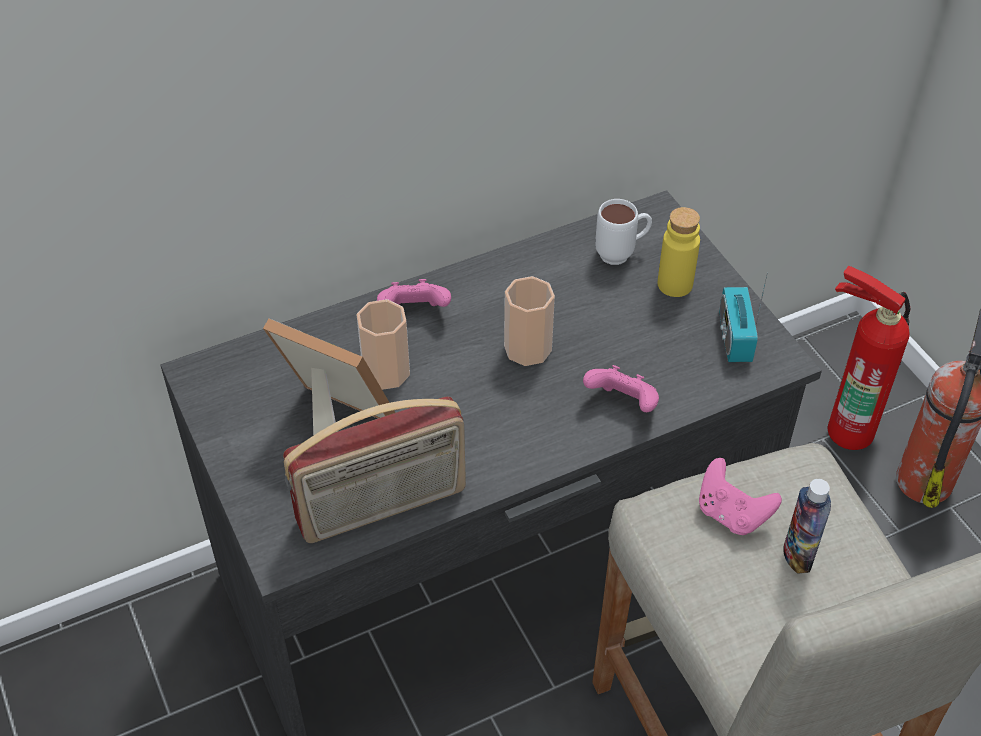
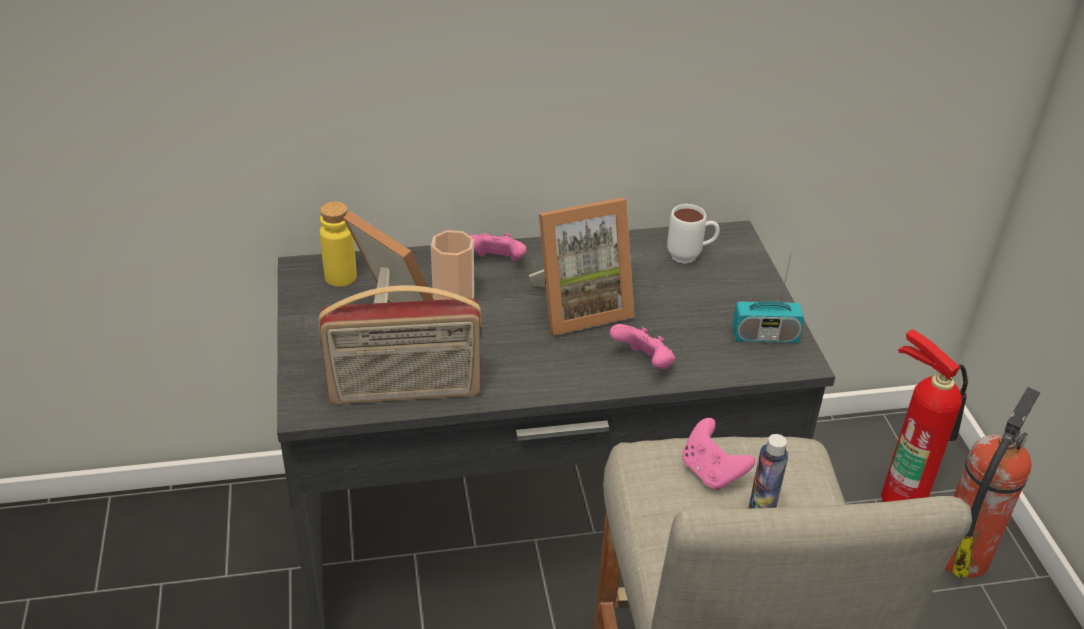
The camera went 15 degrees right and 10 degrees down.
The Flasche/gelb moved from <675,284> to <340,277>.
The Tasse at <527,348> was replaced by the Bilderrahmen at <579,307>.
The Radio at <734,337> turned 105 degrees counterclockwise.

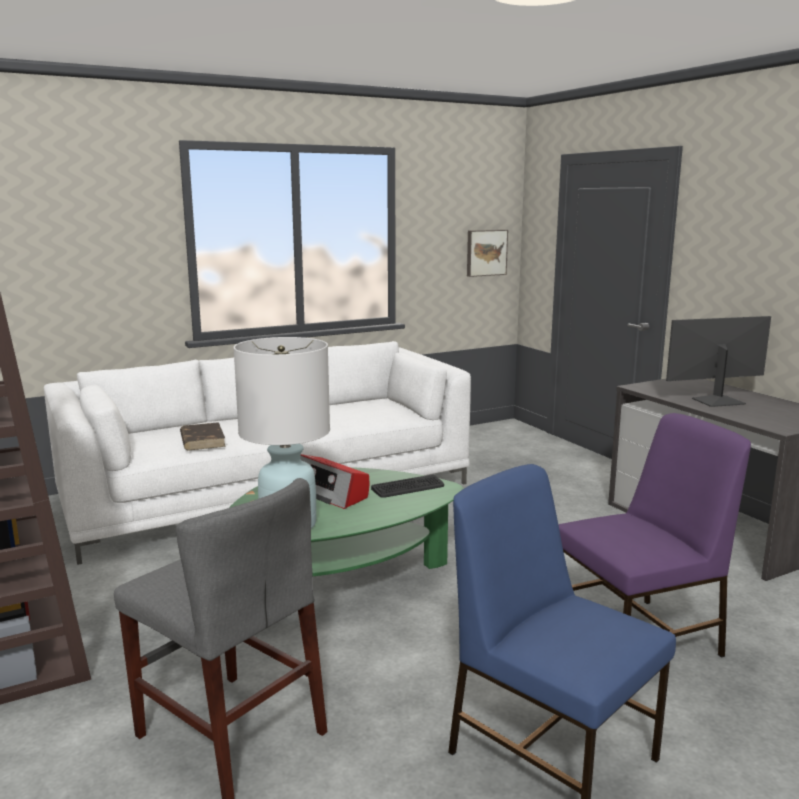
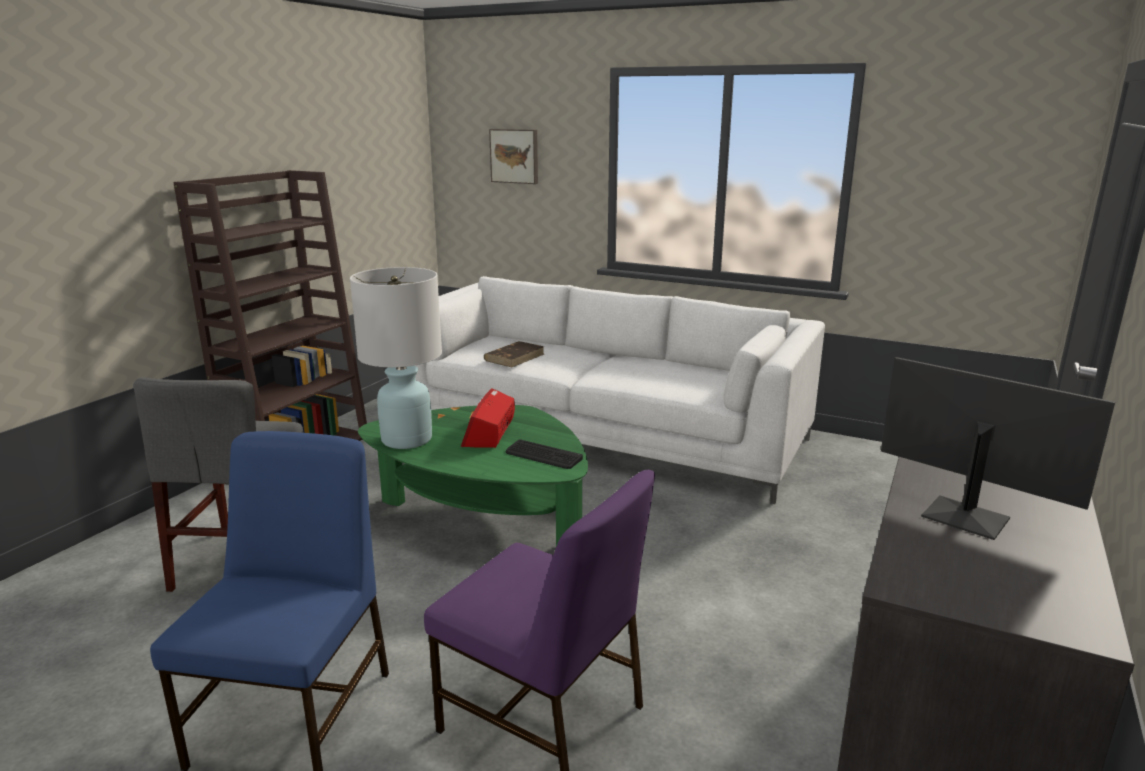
The camera went 55 degrees right and 5 degrees up.
The Bild moved from <486,252> to <515,156>.

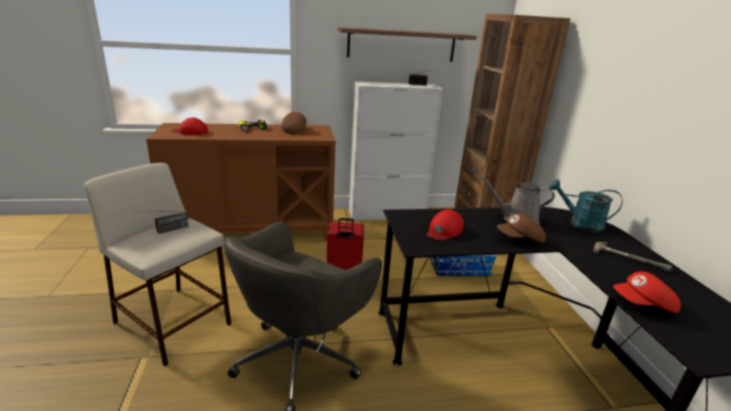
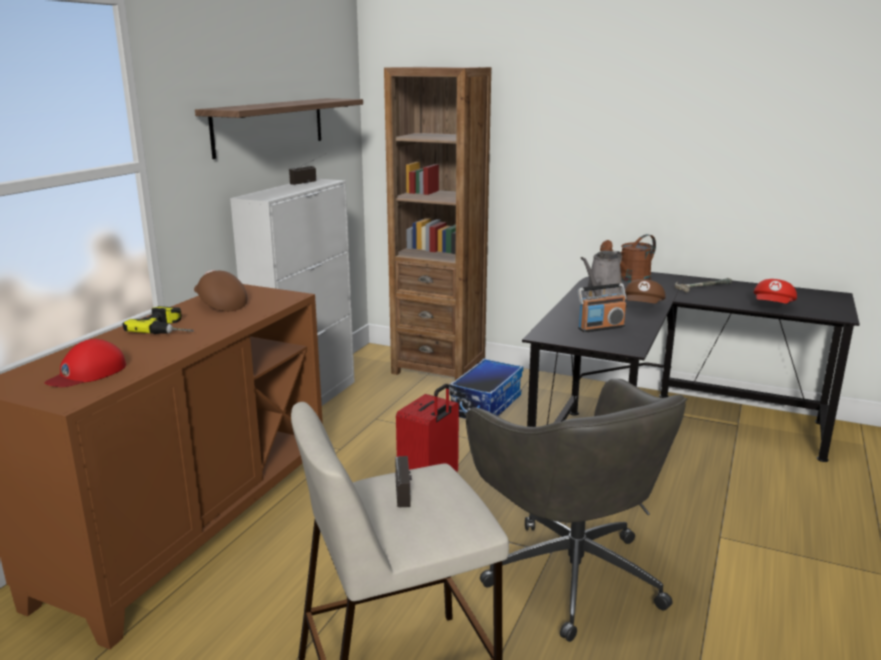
The camera went 55 degrees left and 5 degrees down.
The Kappe/rot at <444,230> was replaced by the Radio at <601,327>.
The Gießkanne/türkis at <579,224> became the Gießkanne/braun at <629,279>.

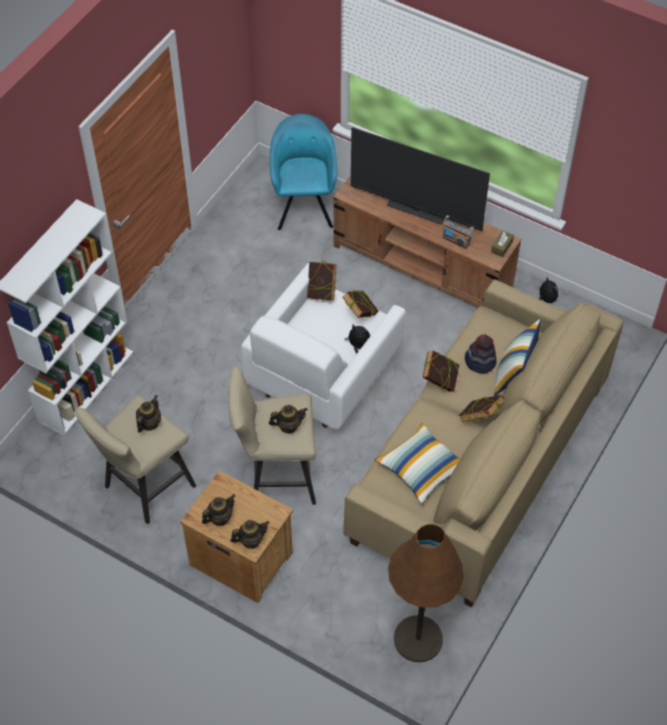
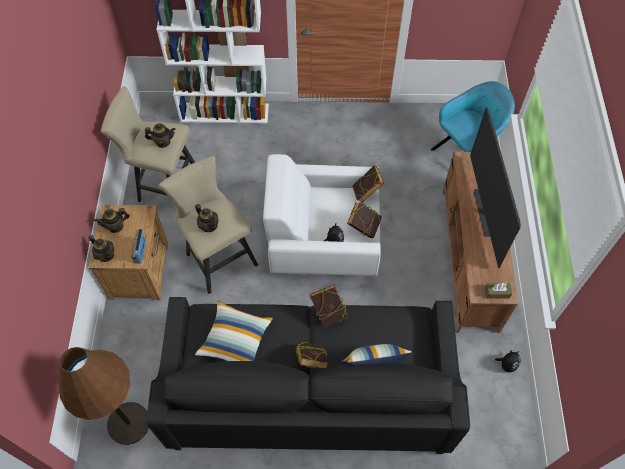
The camera went 60 degrees right and 5 degrees up.
The Hut at <480,361> disappeared.
The Radio moved from <456,240> to <140,251>.
The Sofa/beige at <478,465> became the Sofa/schwarz at <309,391>.
The Teekanne at <219,518> turned 135 degrees clockwise.

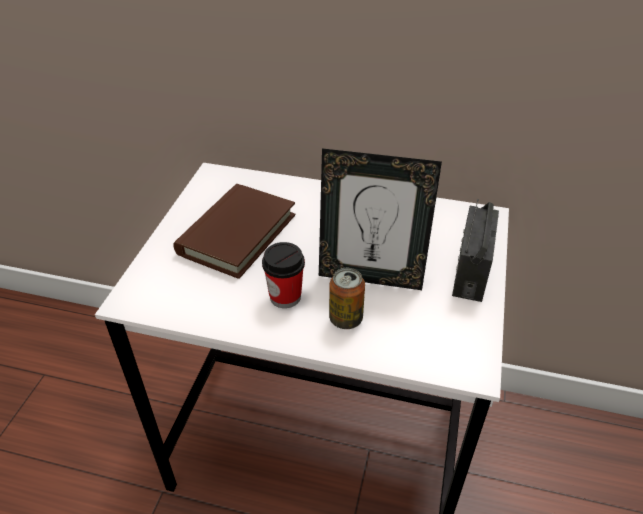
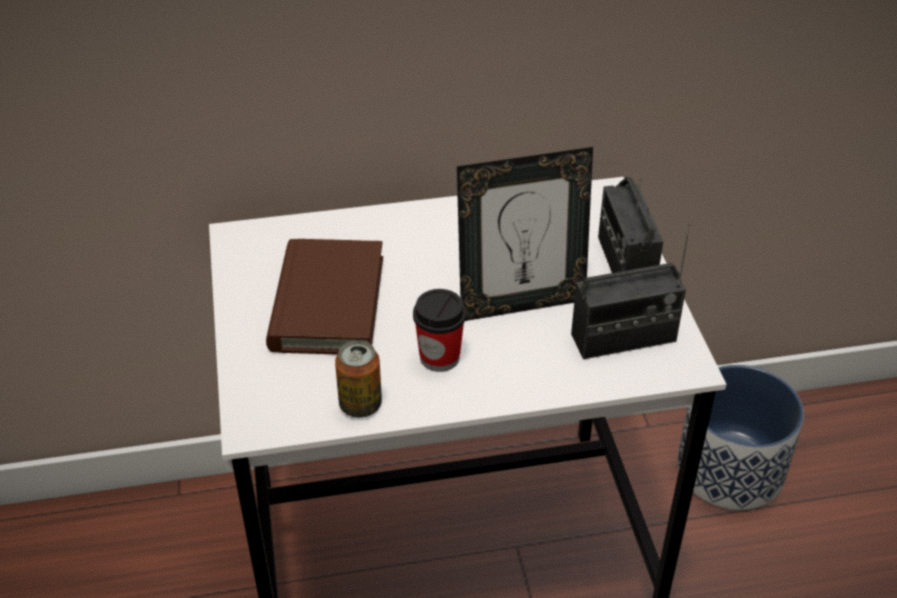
The camera went 25 degrees left and 0 degrees up.
The Radio at <623,338> appeared.
The Pflanzkübel at <731,469> appeared.
The Dose moved from <345,319> to <360,405>.

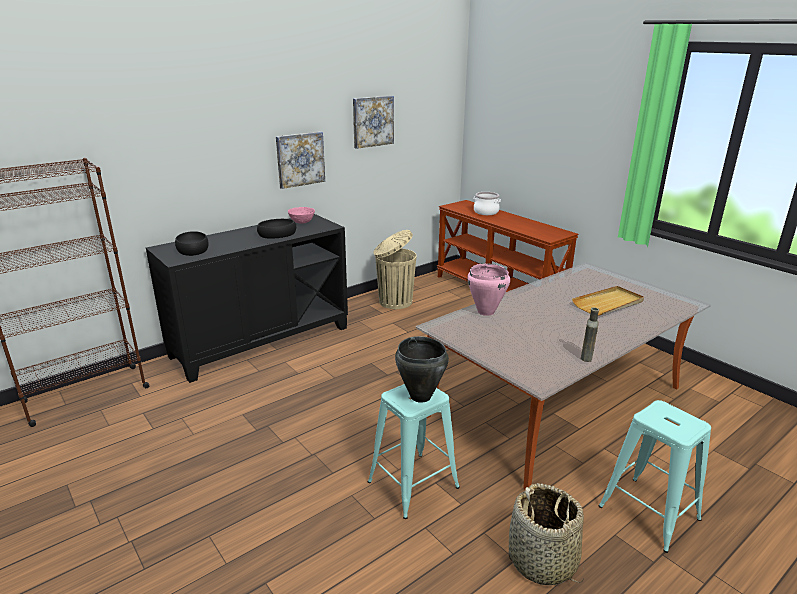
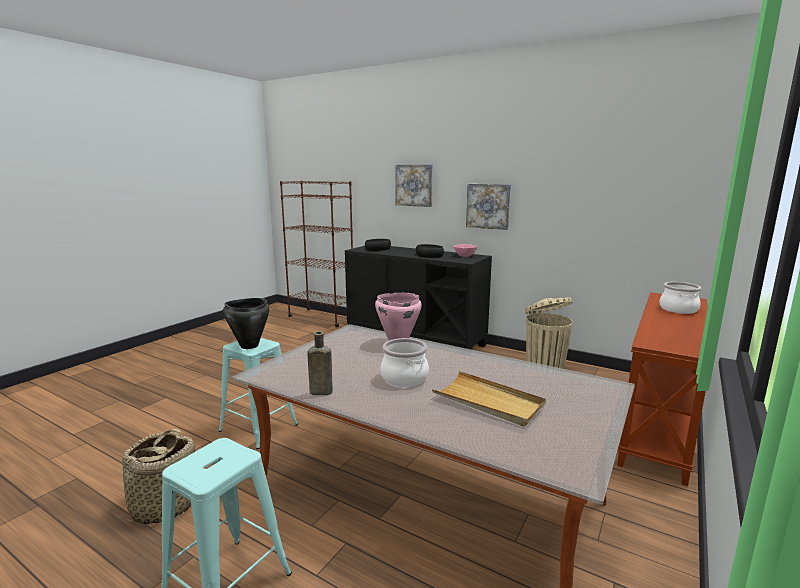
The camera went 70 degrees right and 10 degrees down.
The Kochtopf at <405,378> appeared.
The Bild moved from <372,121> to <414,185>.

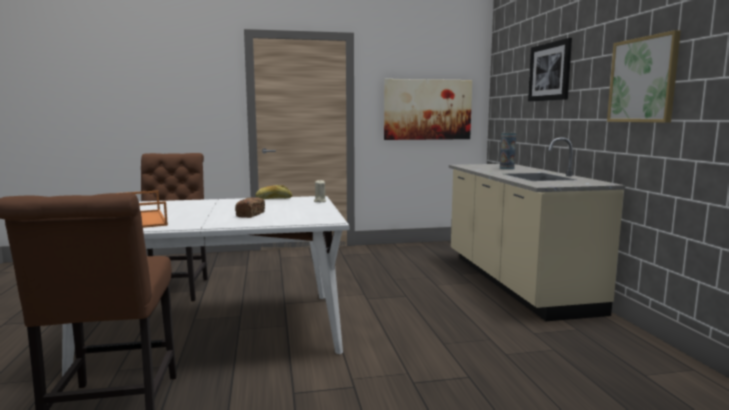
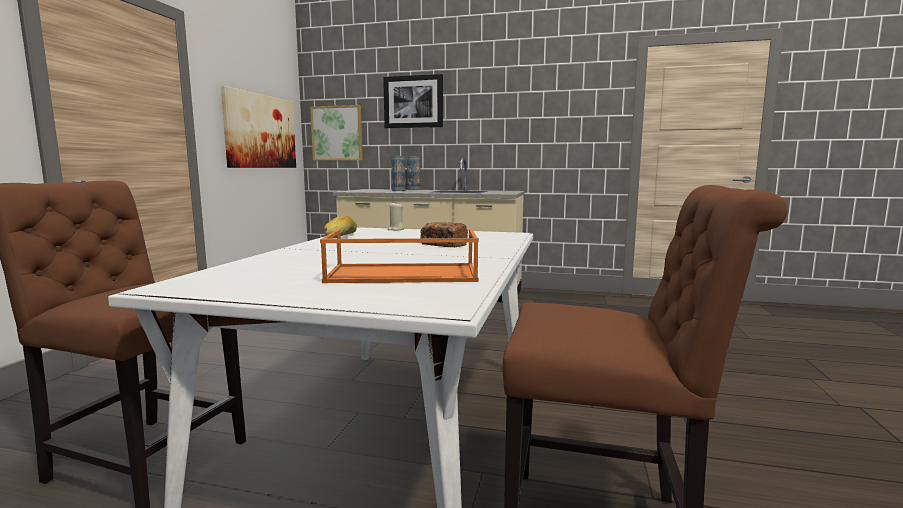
The camera went 65 degrees left and 0 degrees up.
The Vase at <413,189> appeared.
The Bild moved from <643,80> to <337,133>.

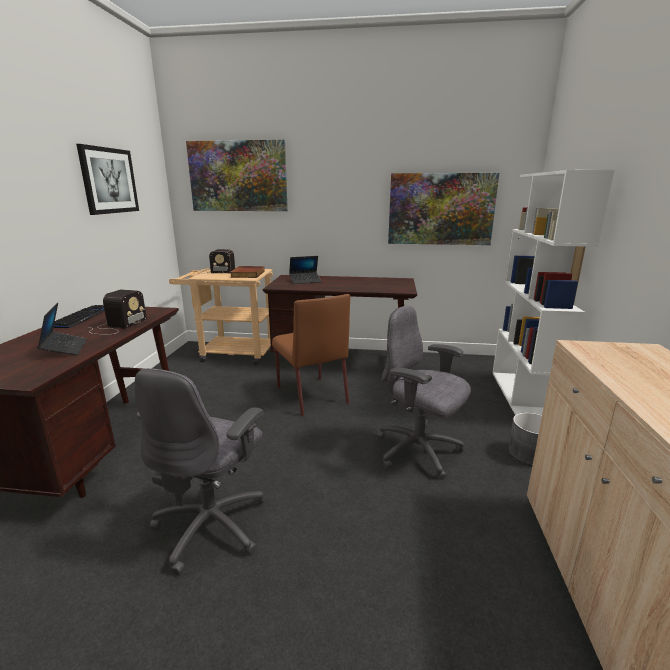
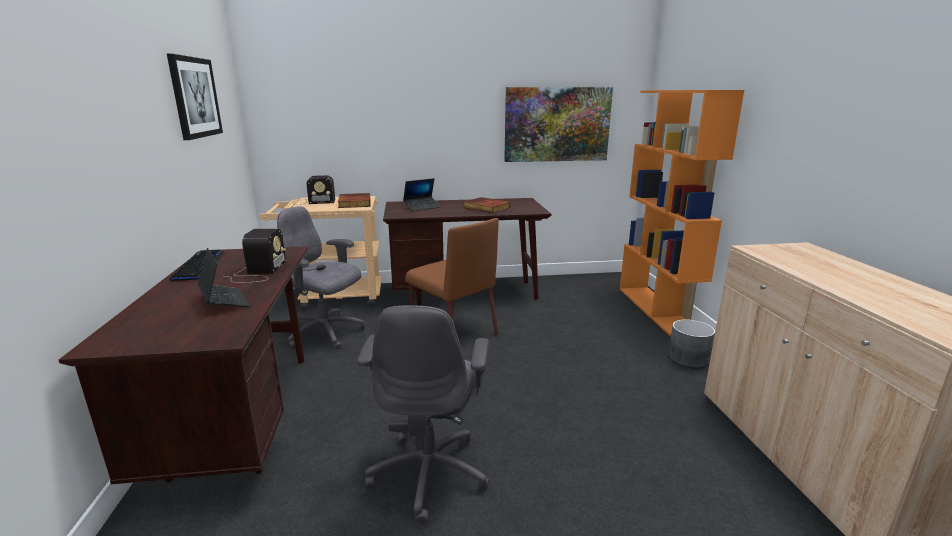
The camera went 15 degrees left and 0 degrees up.
The Bild at <238,176> disappeared.
The Buch at <485,207> appeared.
The Bürostuhl/grau moved from <418,452> to <326,334>.
The Bücherregal/weiß at <522,398> became the Bücherregal/orange at <657,309>.

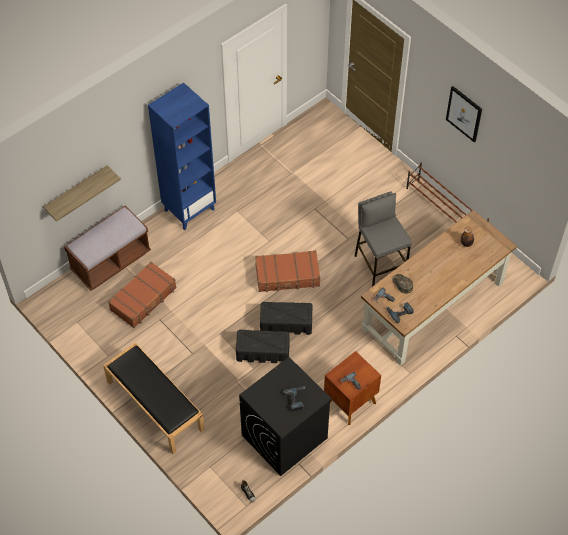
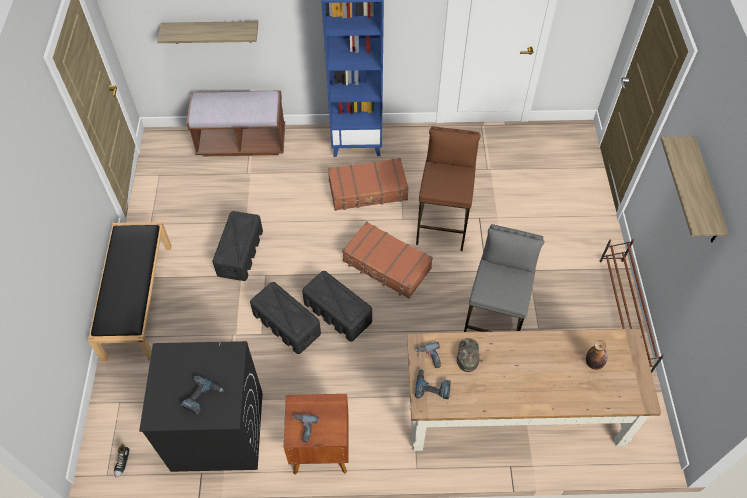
The camera went 40 degrees right and 0 degrees up.
The Aufbewahrungsbox/schwarz at <240,253> appeared.
The Hocker/braun at <442,225> appeared.
The Koffer/braun moved from <143,299> to <368,190>.
The Bild at <464,113> was replaced by the Wandregal at <705,192>.

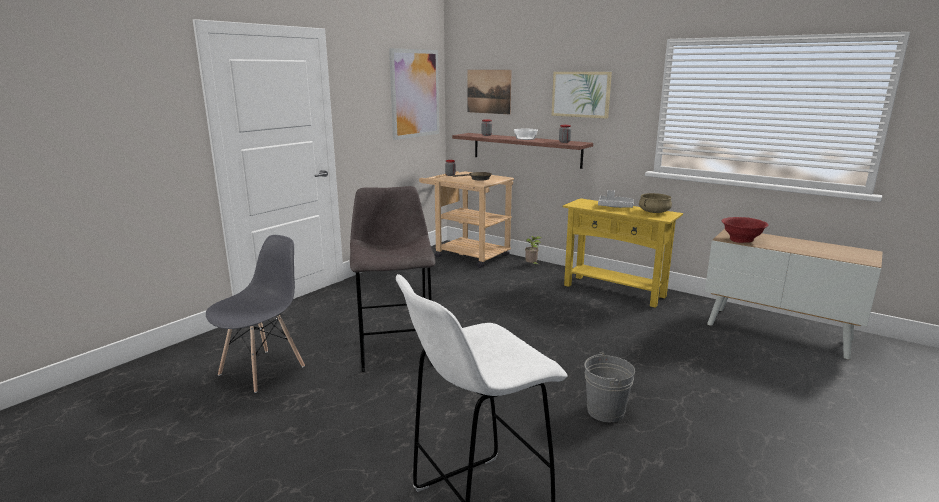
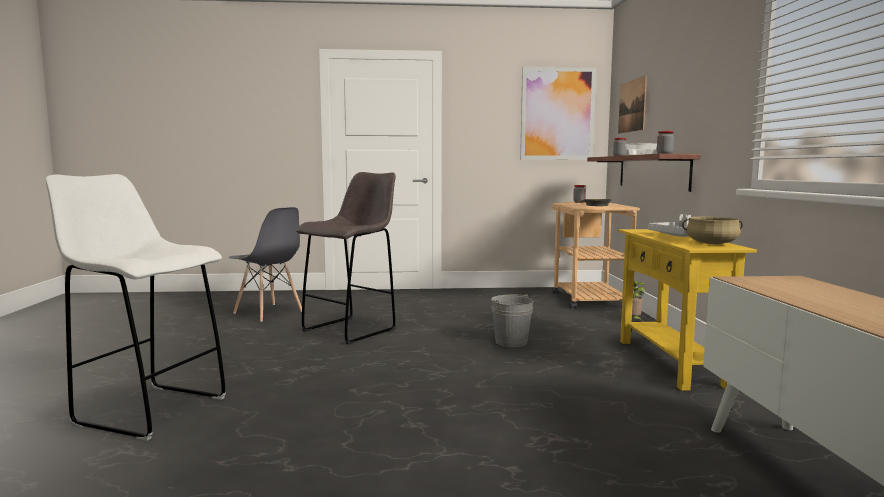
The camera went 50 degrees right and 10 degrees down.
The Bild at <581,94> disappeared.
The Schüssel/rot at <741,240> disappeared.
The Eimer/grau moved from <605,411> to <511,342>.
The Stuhl/grau at <262,370> turned 45 degrees clockwise.

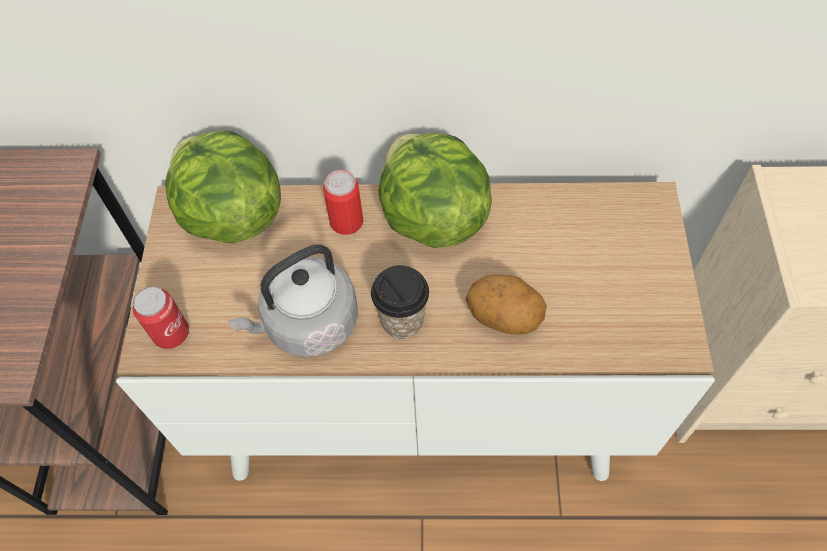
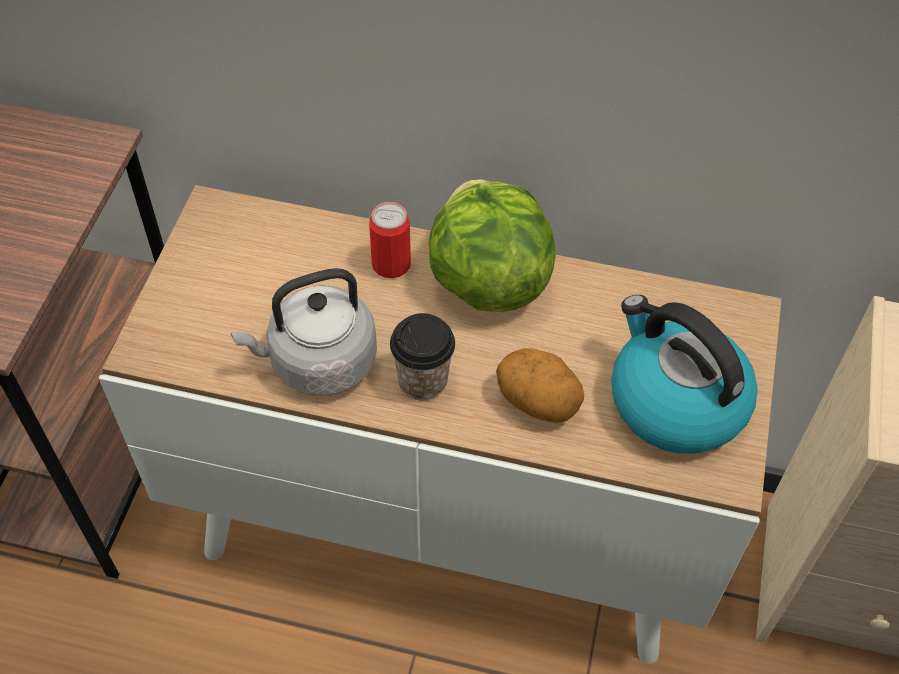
The camera went 10 degrees right and 5 degrees down.
The Dose at <171,334> disappeared.
The Salatkopf at <231,216> disappeared.
The Wasserkessel at <674,402> appeared.

